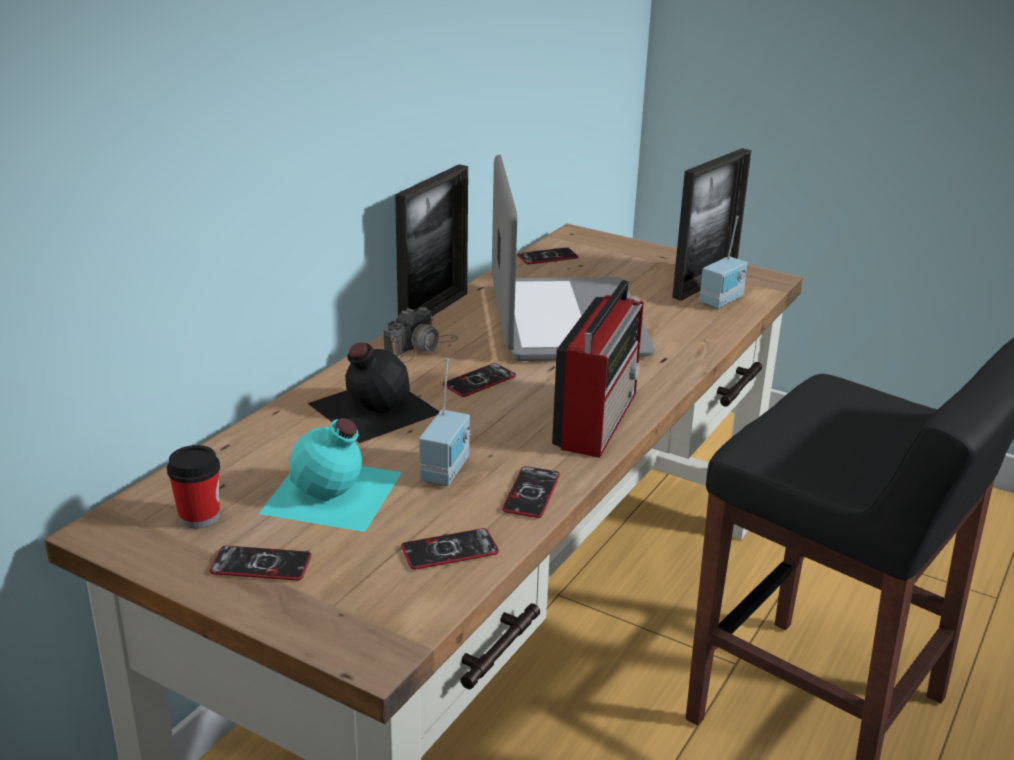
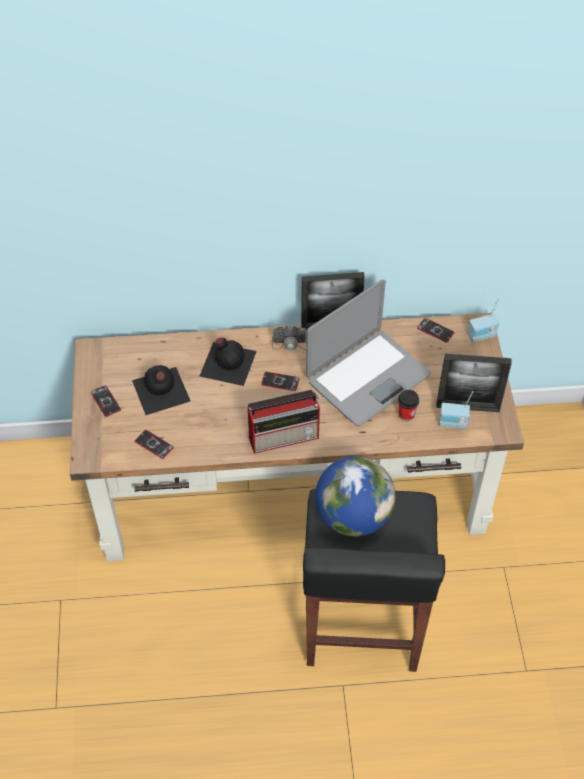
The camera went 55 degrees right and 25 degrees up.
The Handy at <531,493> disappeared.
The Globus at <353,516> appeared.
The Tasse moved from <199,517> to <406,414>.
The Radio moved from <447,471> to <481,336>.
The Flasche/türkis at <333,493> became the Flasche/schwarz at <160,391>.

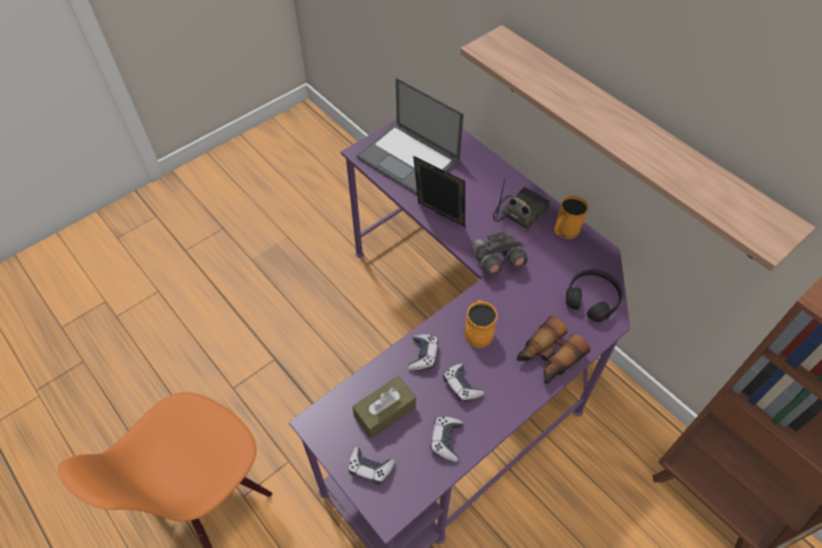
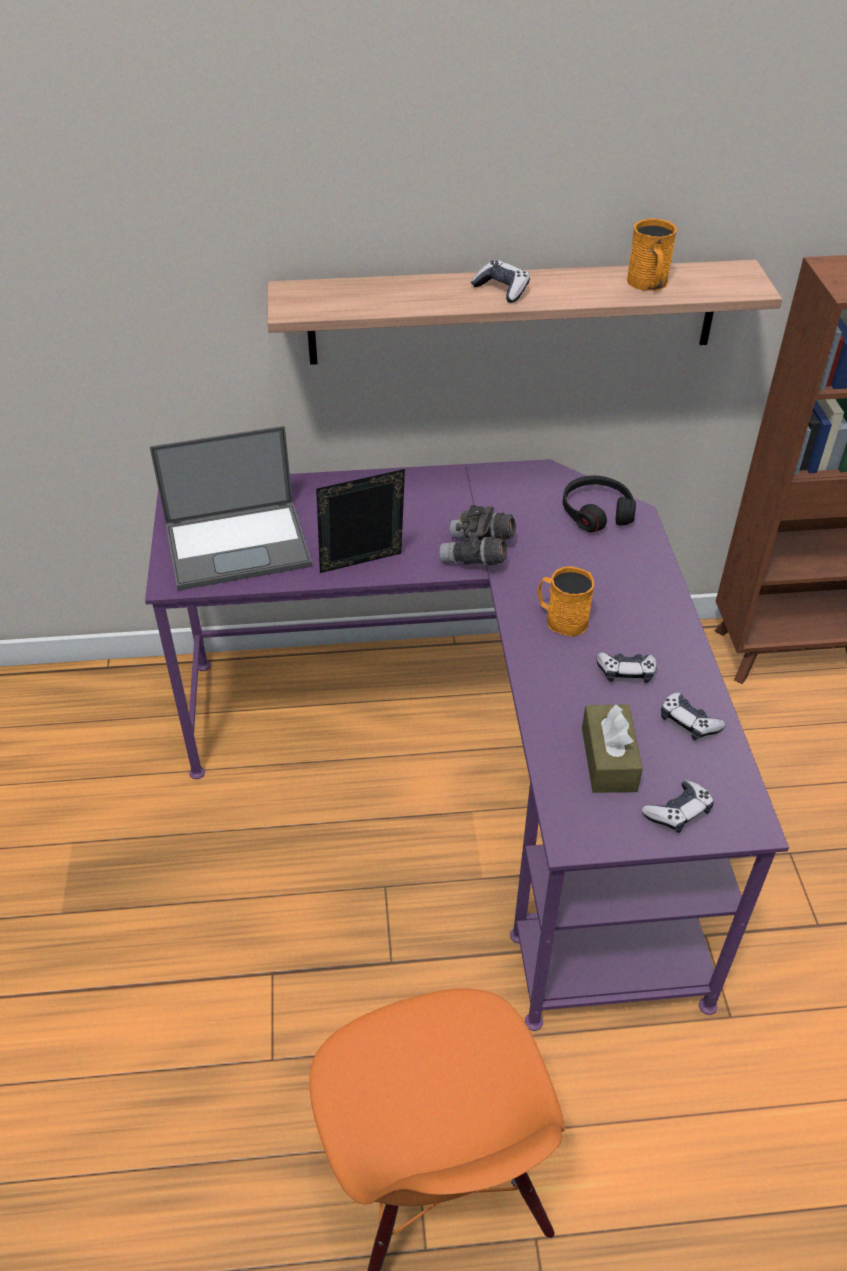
The camera went 55 degrees left and 10 degrees down.
The Radio at <519,213> disappeared.
The Fernglas at <548,357> disappeared.
The Gamepad moved from <423,355> to <501,290>.
The Henkelbecher/orange moved from <564,230> to <648,284>.

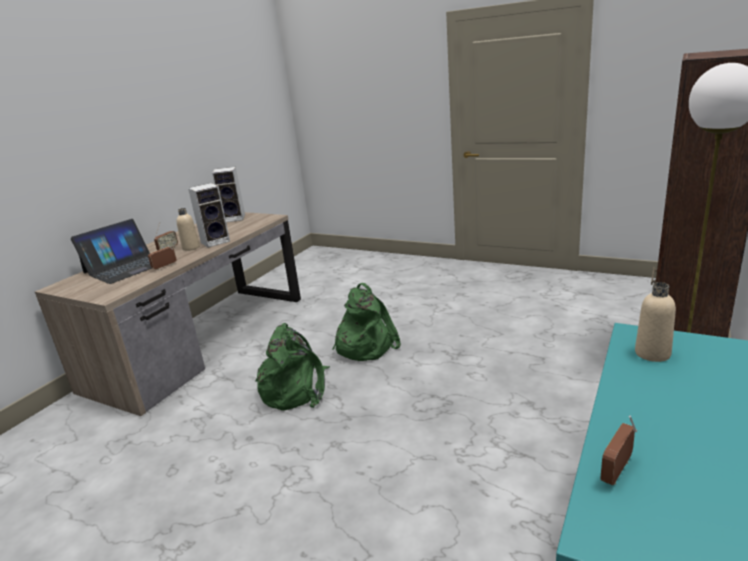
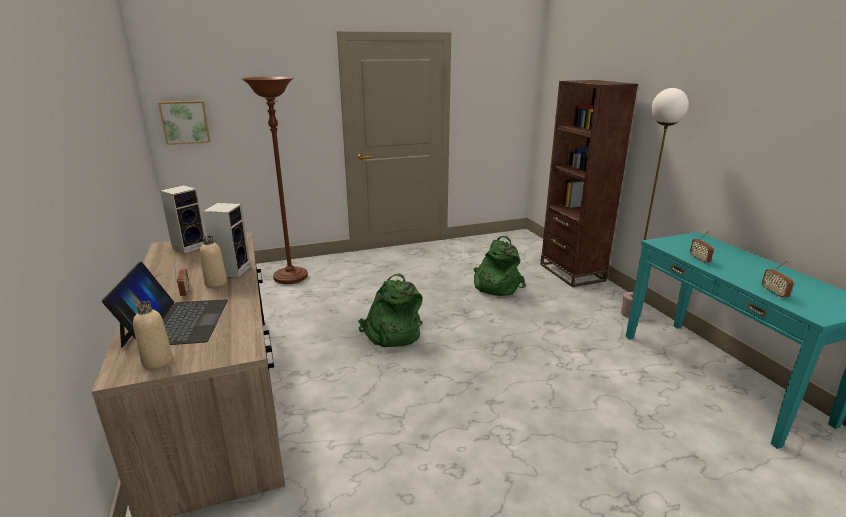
The camera went 50 degrees left and 0 degrees up.
The Bild at <185,122> appeared.
The Stehlampe/braun at <291,277> appeared.
The Radio moved from <165,267> to <699,259>.
The Rucksack/grün moved from <296,390> to <495,286>.
The Flasche/beige moved from <652,353> to <157,361>.

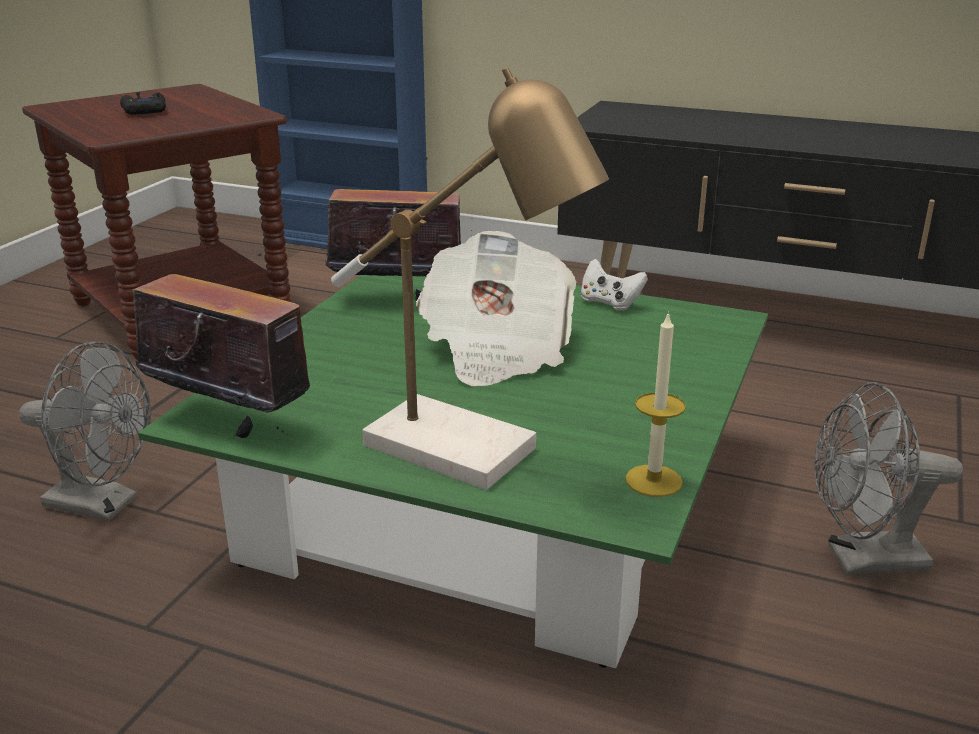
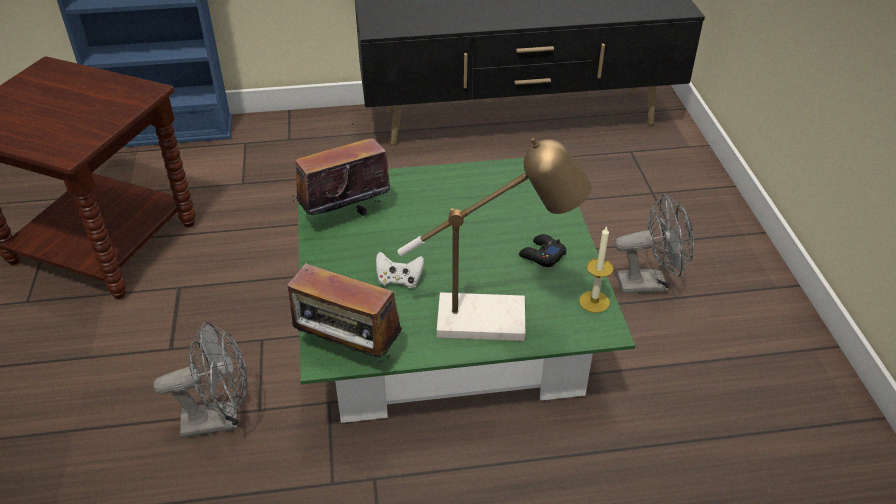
The camera went 30 degrees left and 15 degrees up.
The Zeitung at <496,349> disappeared.
The Gamepad/schwarz moved from <144,111> to <542,255>.
The Gamepad/weiß moved from <610,303> to <399,280>.
The Radio at <231,423> turned 150 degrees counterclockwise.
The Ventilator/grau at <863,560> turned 150 degrees counterclockwise.

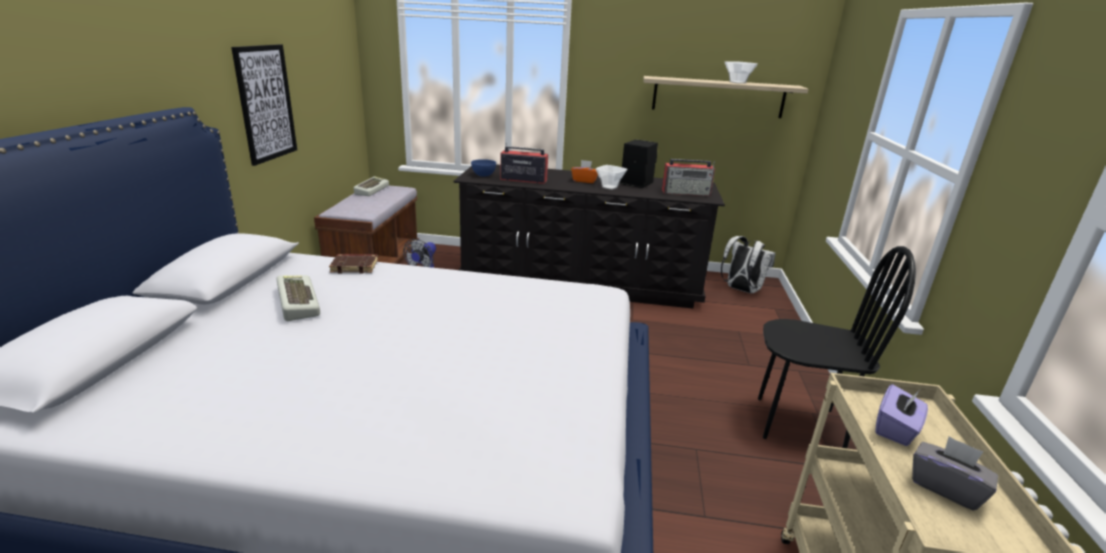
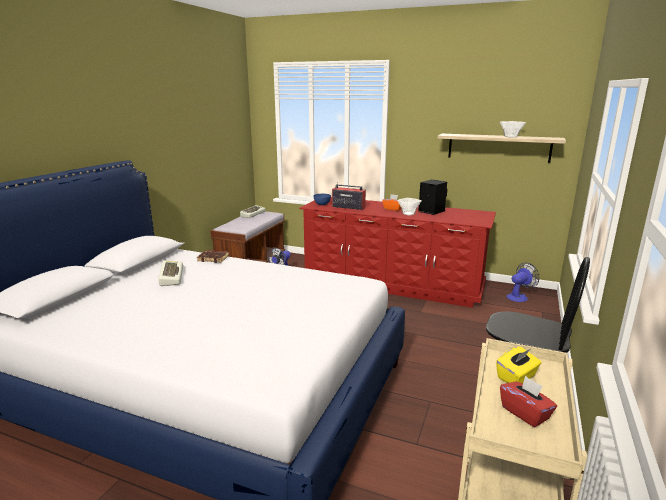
The camera went 15 degrees right and 5 degrees down.
The Bild at <266,103> disappeared.
The Radio at <686,193> disappeared.
The Rucksack/weiß at <741,290> was replaced by the Ventilator at <519,297>.
The Kommode/schwarz at <581,281> became the Kommode/rot at <392,283>.
The Taschentuchbox/lila at <896,429> became the Taschentuchbox/gelb at <516,377>.
The Taschentuchbox/grau at <945,488> became the Taschentuchbox/rot at <525,413>.

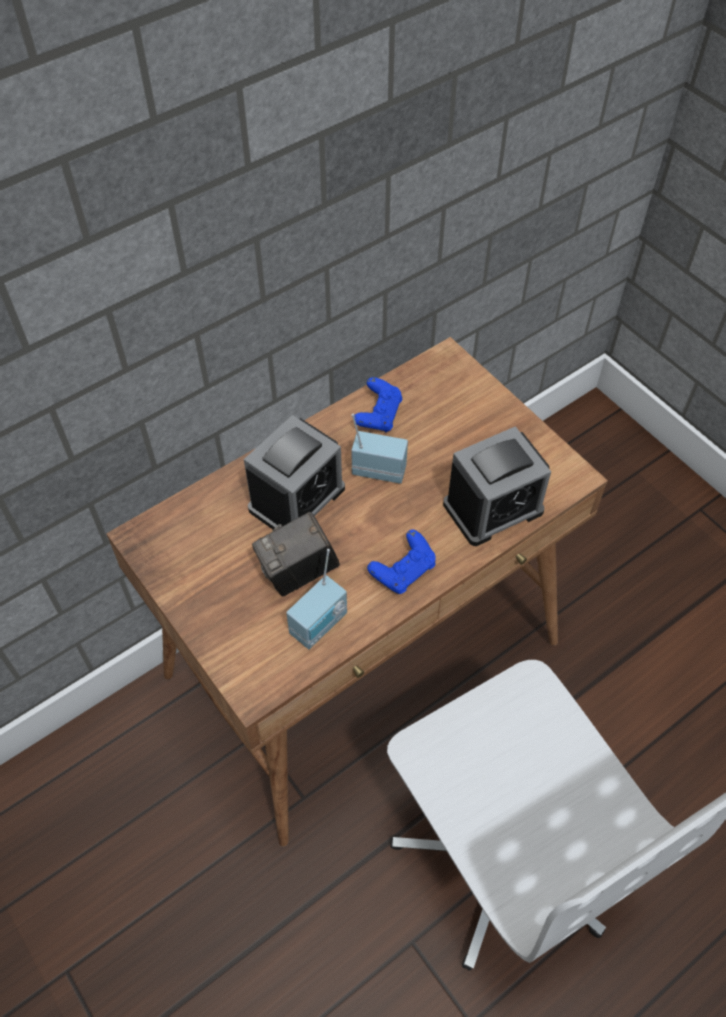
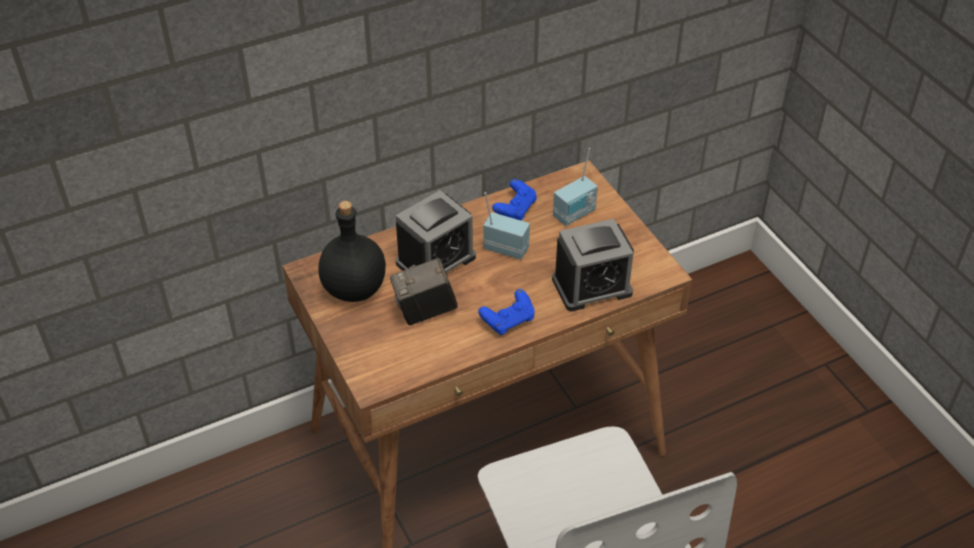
The camera went 10 degrees right and 10 degrees down.
The Flasche/schwarz at <355,288> appeared.
The Radio moved from <320,625> to <575,215>.

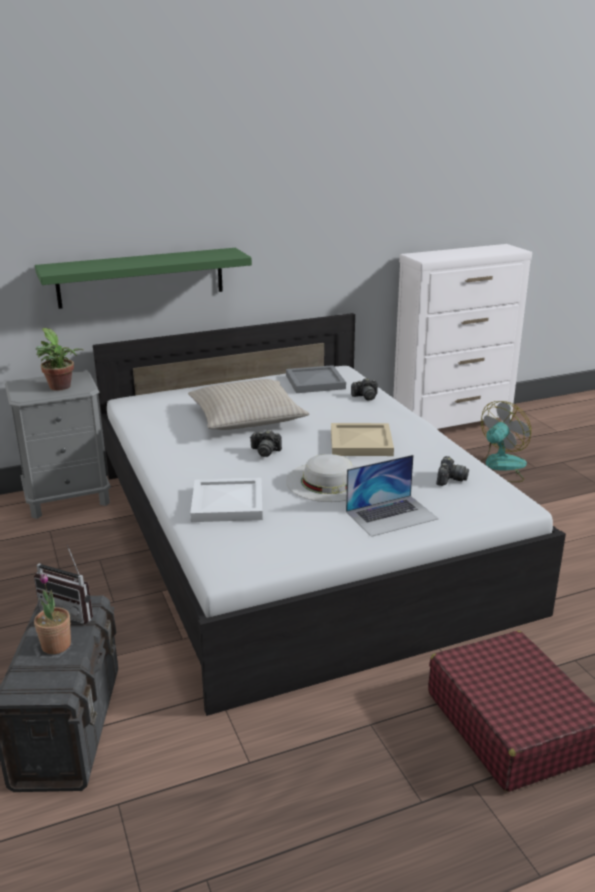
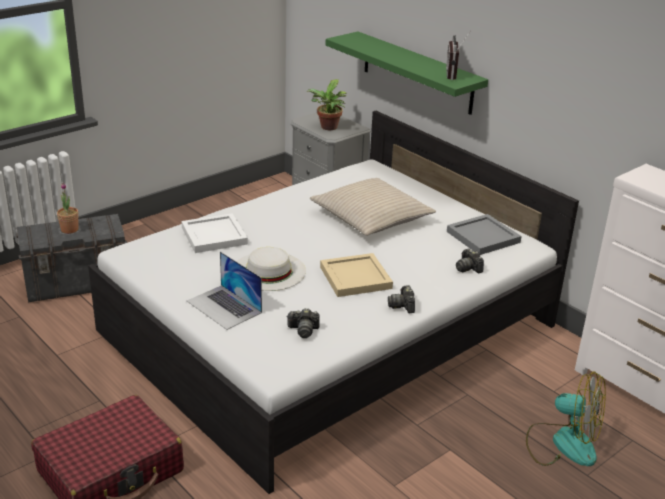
The camera went 70 degrees right and 5 degrees up.
The Radio moved from <71,611> to <455,74>.
The Kamera moved from <265,451> to <402,306>.

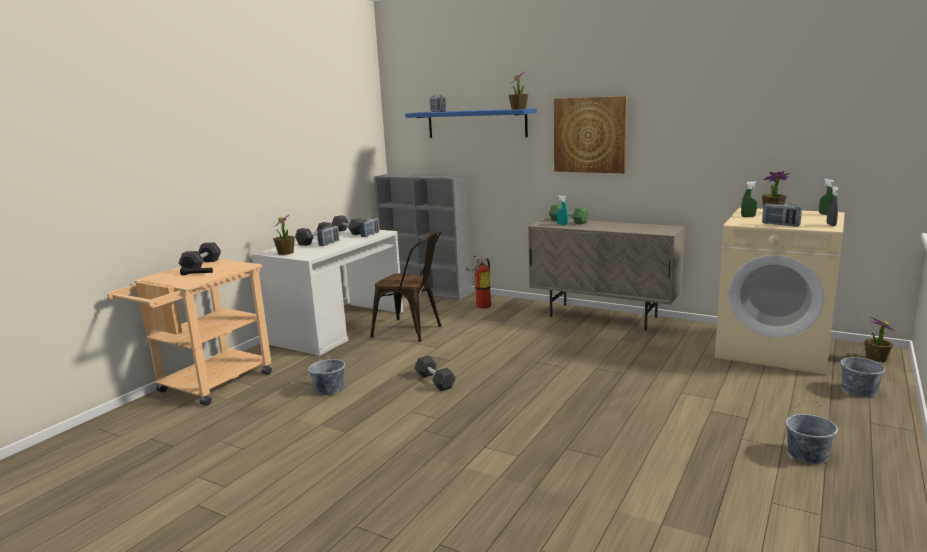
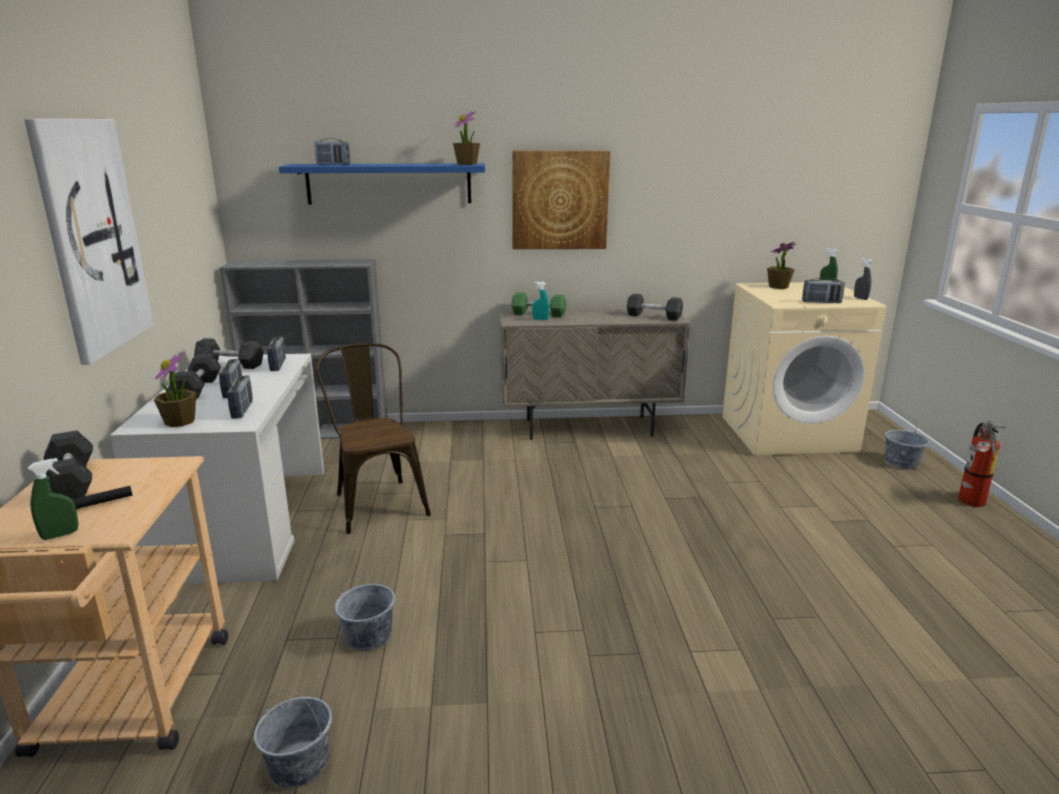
The camera went 35 degrees left and 5 degrees up.
The Topfpflanze at <876,359> disappeared.
The Bild at <91,237> appeared.
The Radio at <242,410> appeared.
The Hantel/grau moved from <435,381> to <654,316>.
The Feuerlöscher moved from <481,306> to <970,502>.
The Sprühflasche/grün moved from <748,216> to <60,535>.
The Eimer/grau moved from <807,454> to <298,764>.
The Stuhl/braun at <412,331> turned 105 degrees counterclockwise.

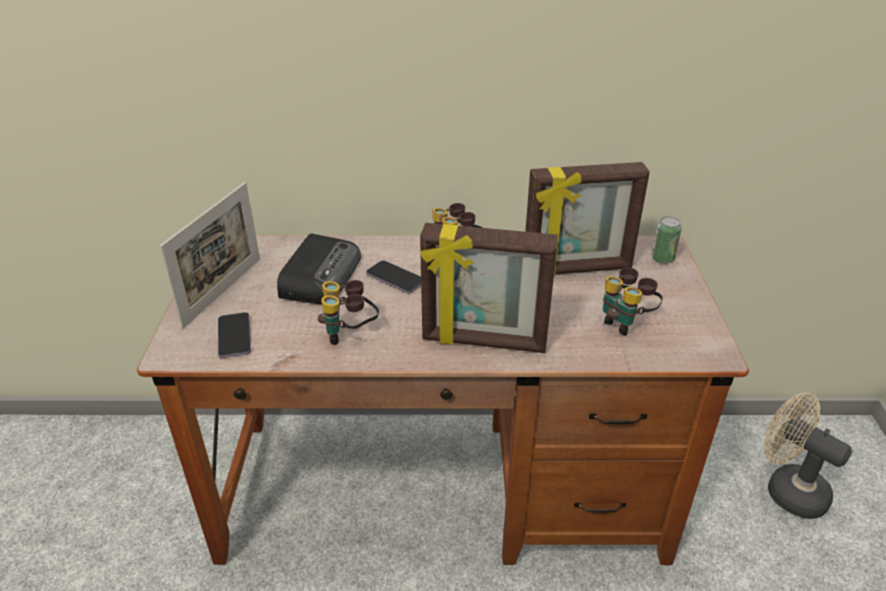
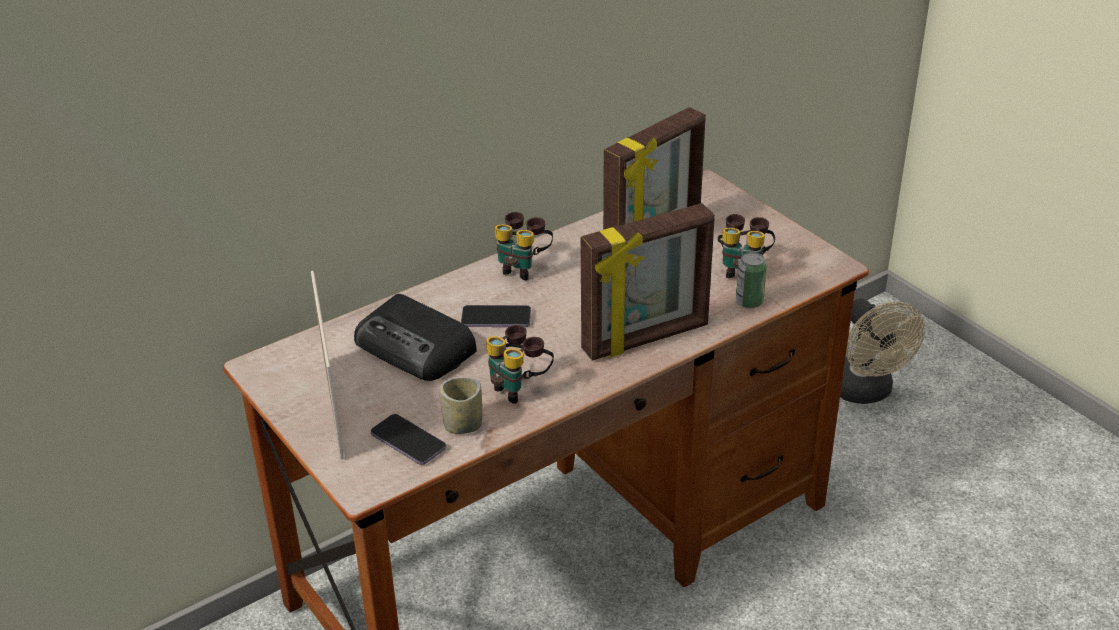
The camera went 35 degrees left and 0 degrees up.
The Tasse at <463,425> appeared.
The Dose moved from <662,259> to <749,302>.
The Radio at <321,275> turned 150 degrees clockwise.
The Ventilator/beige at <787,489> turned 120 degrees counterclockwise.

